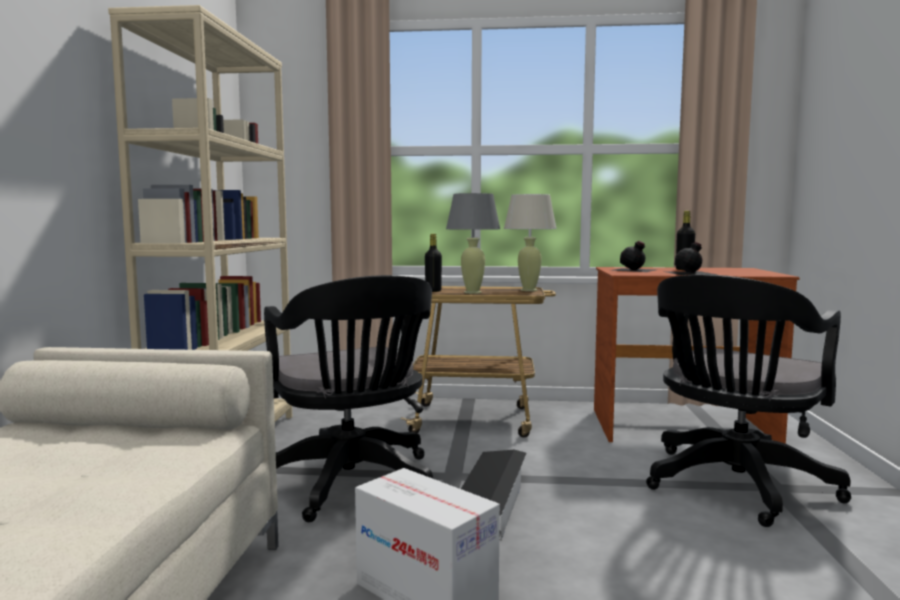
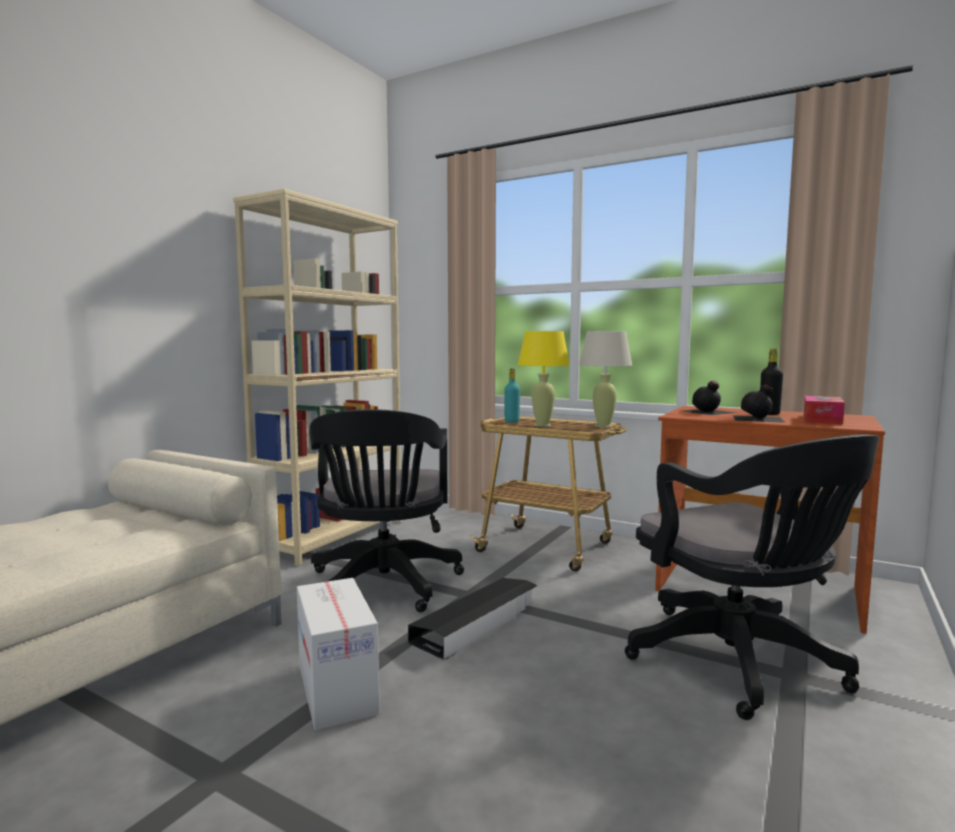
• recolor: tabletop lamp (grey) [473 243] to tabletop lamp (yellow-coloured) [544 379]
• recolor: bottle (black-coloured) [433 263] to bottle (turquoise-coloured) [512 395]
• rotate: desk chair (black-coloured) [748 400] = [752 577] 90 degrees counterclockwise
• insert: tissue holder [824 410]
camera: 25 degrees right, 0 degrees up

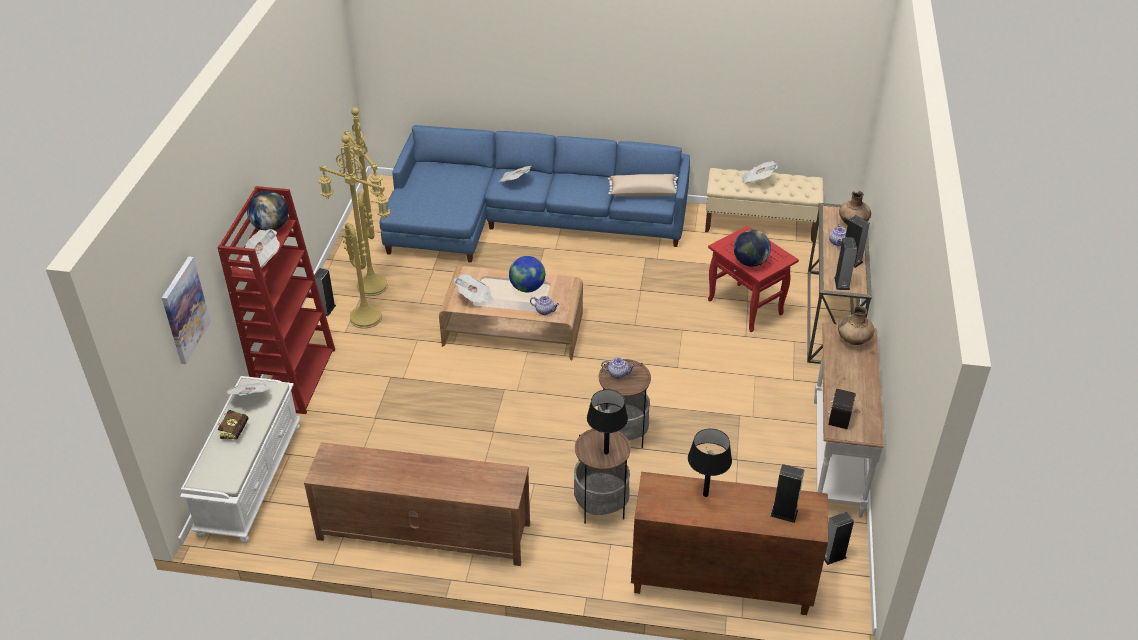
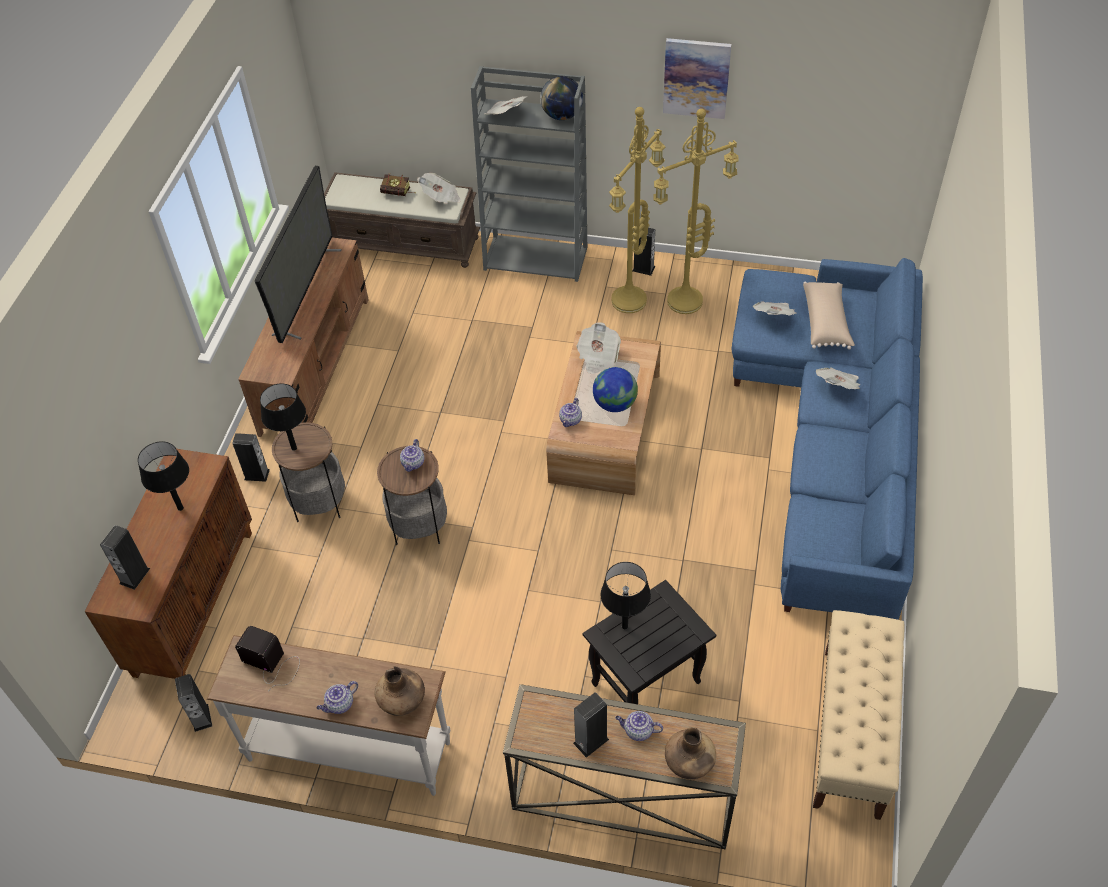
• move: daily paper [759 172] to [775 308]
• move: throw pillow (sand-coloured) [643 185] to [829 315]
• recolor: shelving unit (red-coloured) [276 300] to shelving unit (grey) [529 174]
• recolor: accent table (red-coloured) [753 279] to accent table (black-coloured) [649 642]
• replace: desk globe [752 248] to tabletop lamp (black-coloured) [626 595]
• move: loudspeaker [845 264] to [251 457]
• move: wall art [186 310] to [697 78]
• recolor: long seat (white) [240 459] to long seat (brown-coloured) [402 220]
• insert: TV set [298 254]
• insert: tea pot [337 697]
camera: 95 degrees right, 10 degrees up

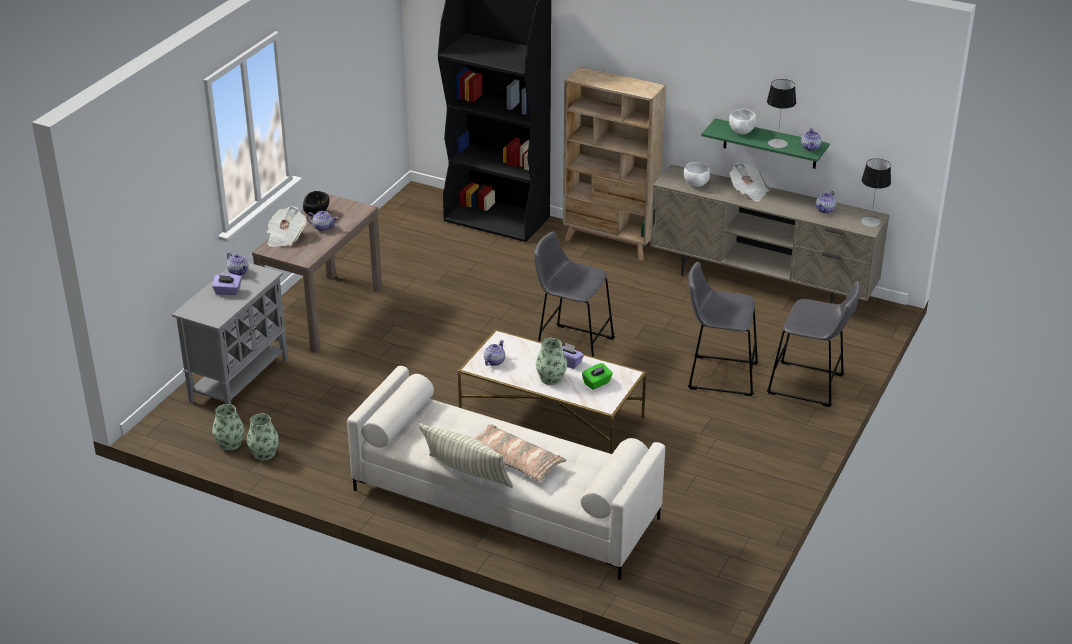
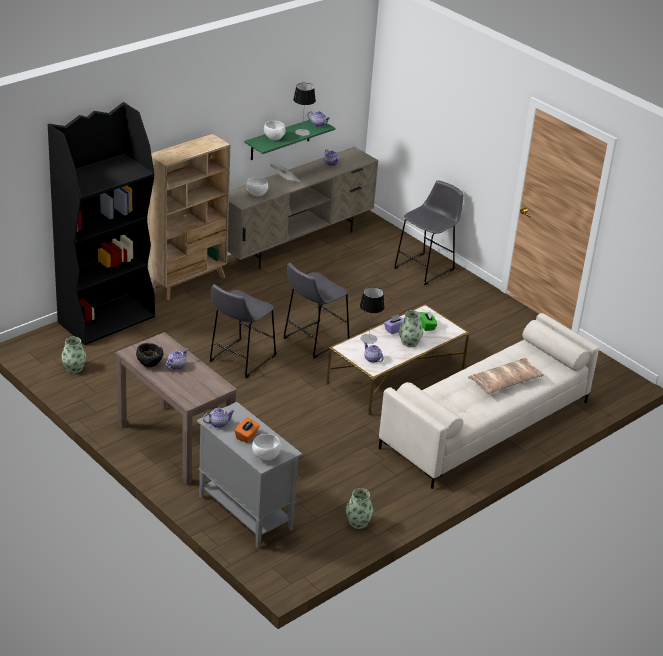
• move: tabletop lamp [876 192] to [372 315]
• delete: daily paper [287 226]
• move: sitting stool (grey) [723 329] to [242 331]
• recolor: tissue holder (purplish) [227 284] to tissue holder (orange-coloured) [247 430]
• move: flower vase [228 427] to [73 355]
• delete: throw pillow [466 455]
• insert: deep dish (white) [266 447]
camera: 70 degrees left, 0 degrees up

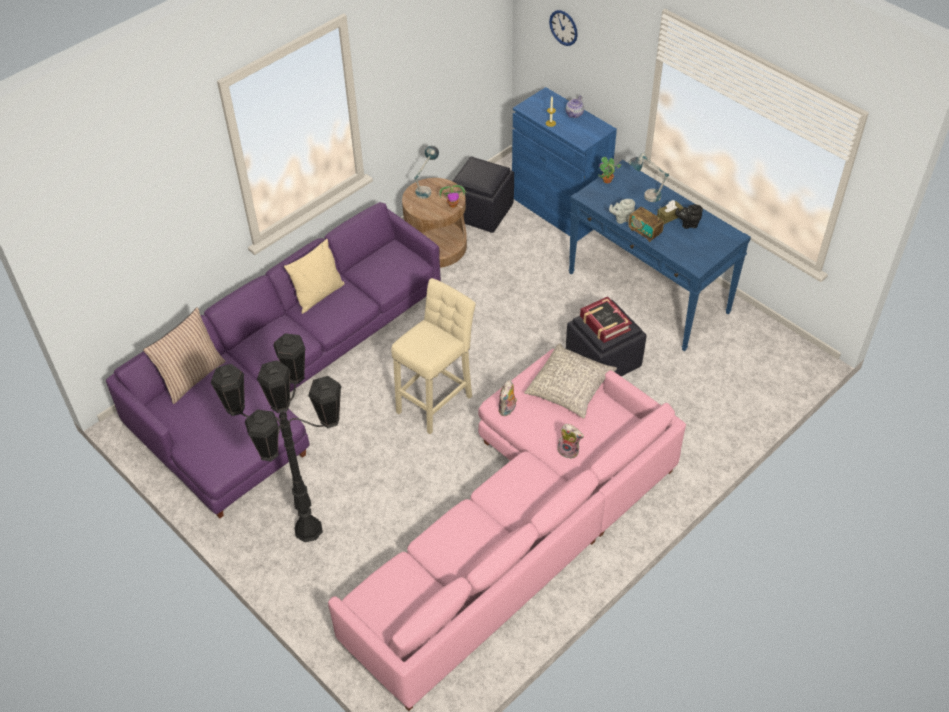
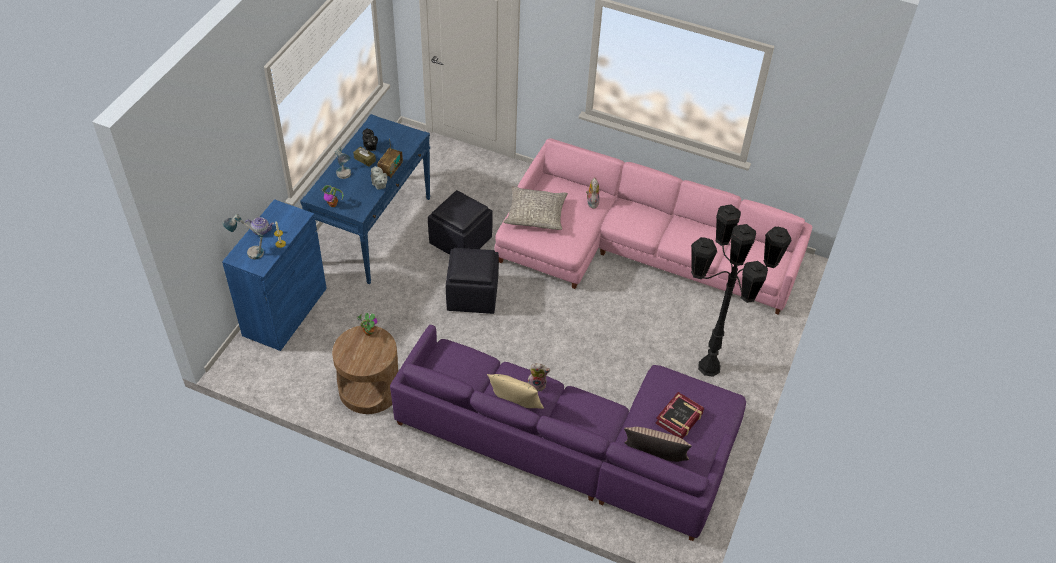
• delete: clock on the wall [563 28]
• move: tabletop lamp [426 172] to [243 236]
• move: ottoman (black-coloured) [483 195] to [472 281]
• delete: sitting stool (sand-coloured) [433 356]
• move: volume [606 320] to [679 415]
• move: soft toy [507 398] to [539 377]
camera: 115 degrees left, 0 degrees up

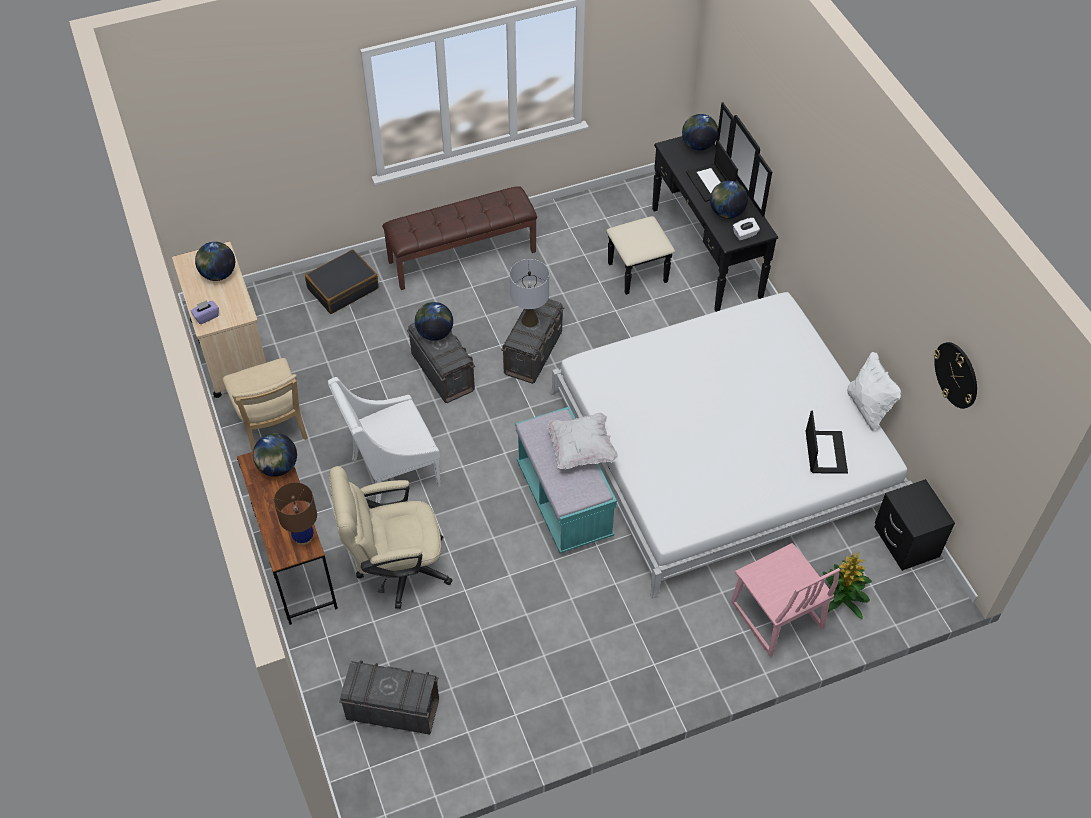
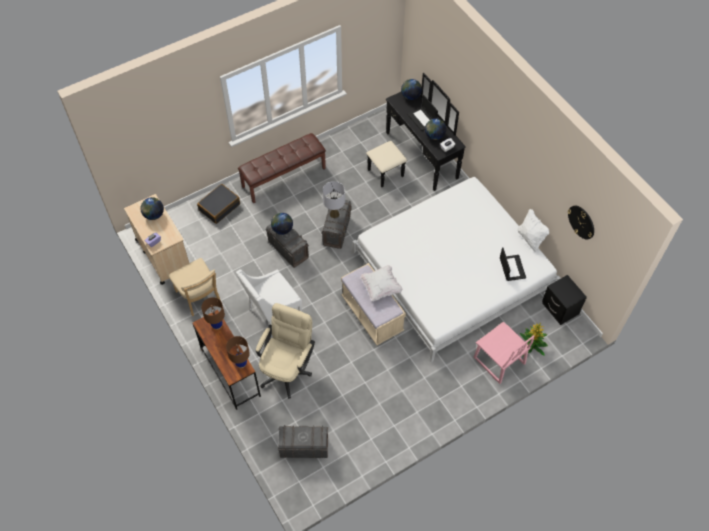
• recolor: long seat (turquoise-coloured) [566 480] to long seat (sand-coloured) [373 304]
• replace: desk globe [275 455] to tabletop lamp (brown-coloured) [213 313]
• rotate: desk chair (sand-coloured) [391 537] = [285 351] 135 degrees clockwise
camera: 10 degrees left, 5 degrees up

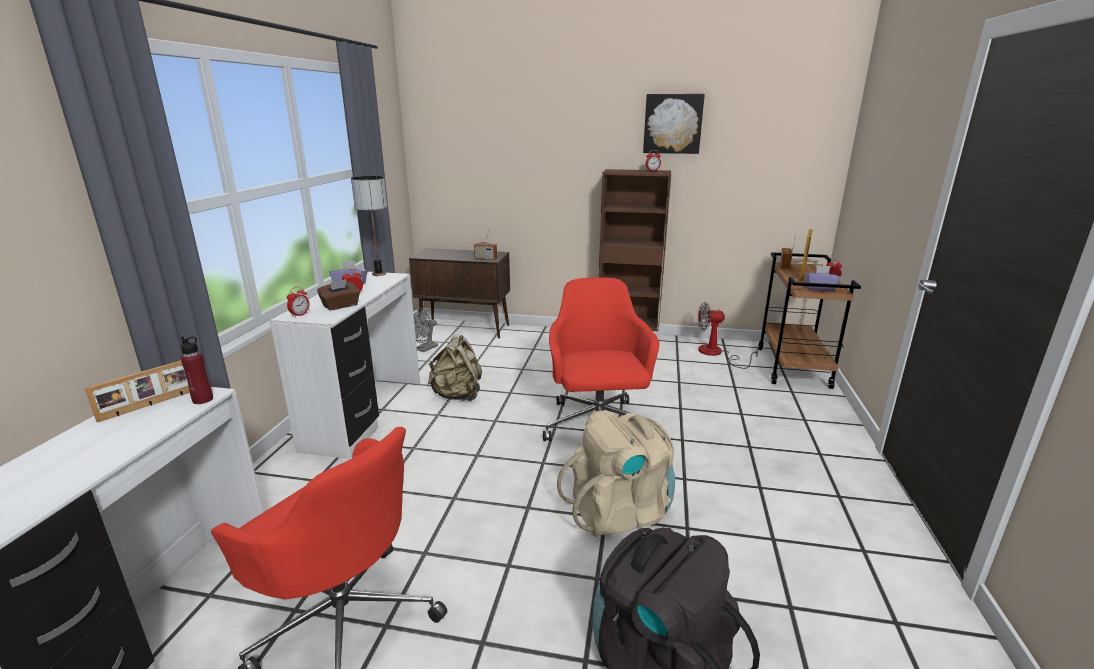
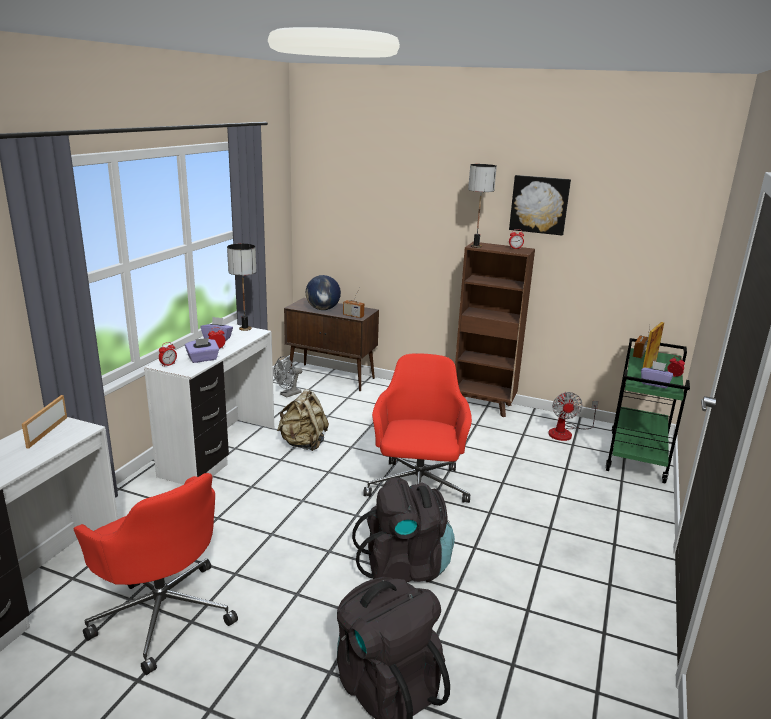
• recolor: wheeled cart (brown-coloured) [809 320] to wheeled cart (greenish) [648 411]
• recolor: tissue holder (brown-coloured) [338 294] to tissue holder (purplish) [202 350]
• rotate: cooling fan [728 335] = [573 416] 105 degrees counterclockwise
• delete: bottle (red-coloured) [197 370]
• rotate: picture frame [137 392] = [44 421] 135 degrees clockwise
• recolor: rucksack (sand-coloured) [616 474] to rucksack (black-coloured) [403 529]
• insert: tabletop lamp [482 206]
• insert: desk globe [323 292]
camera: 10 degrees right, 0 degrees up

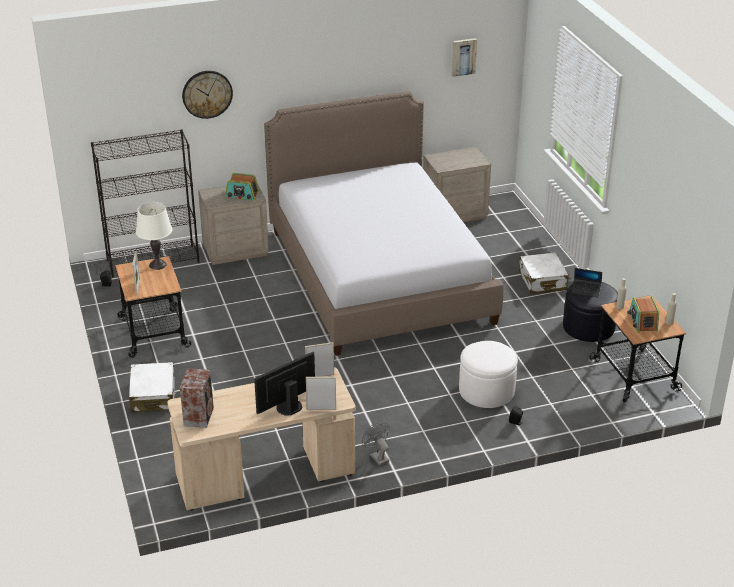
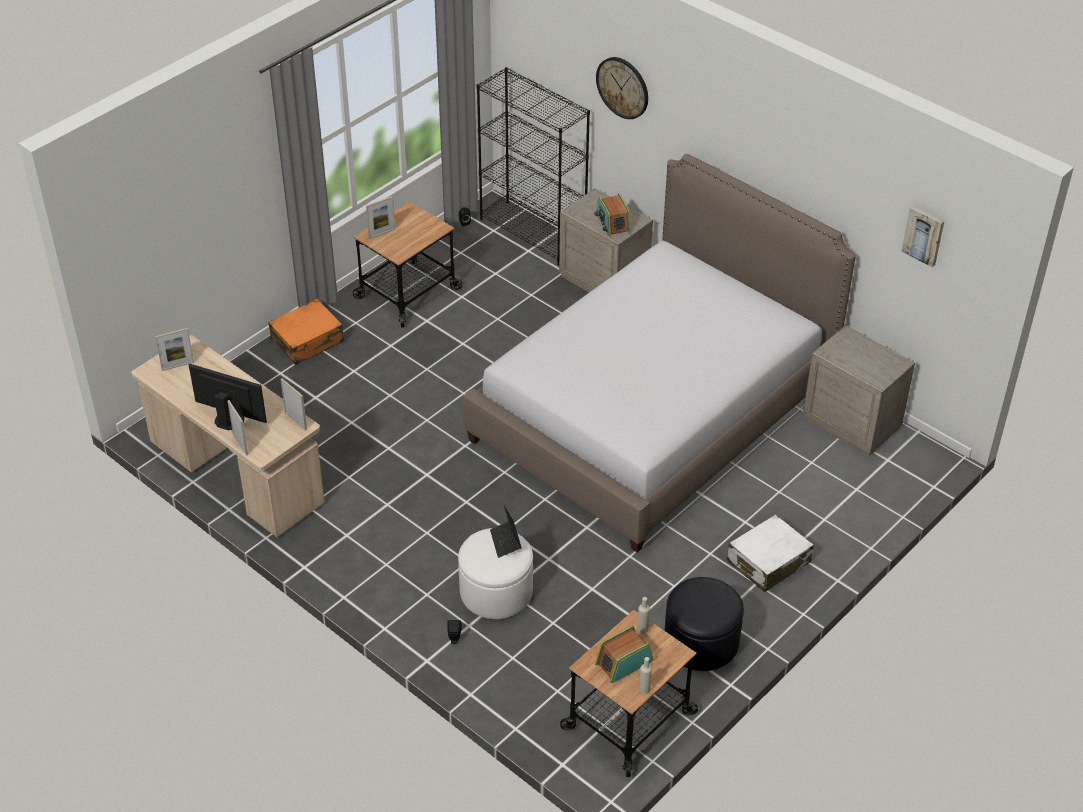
• delete: tabletop lamp (white) [154 236]
• move: portable computer [586 282] to [506 532]
• recolor: travel case (white) [152 387] to travel case (orange-coloured) [306 332]
• replace: loudspeaker [197 398] to picture frame [174 349]
• delete: cooling fan (grey) [375 444]
camera: 60 degrees right, 10 degrees up

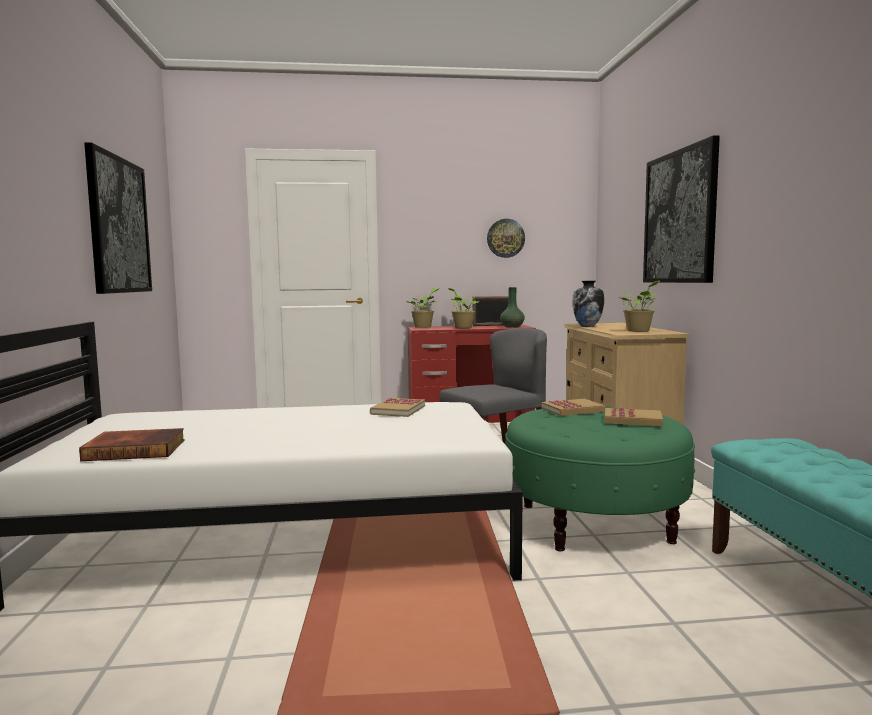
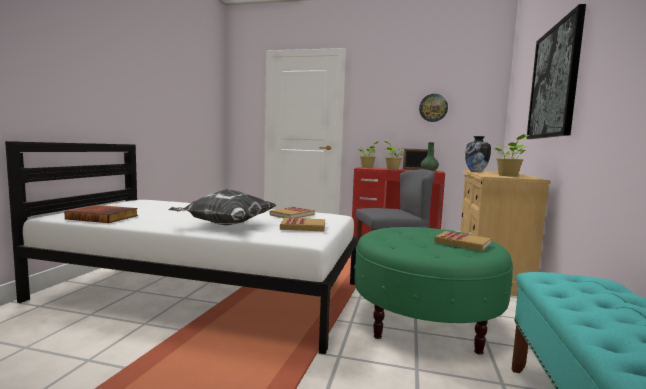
• delete: wall art [118 218]
• move: volume [573 407] to [302 224]
• insert: throw pillow [222 207]
camera: 20 degrees right, 0 degrees up

